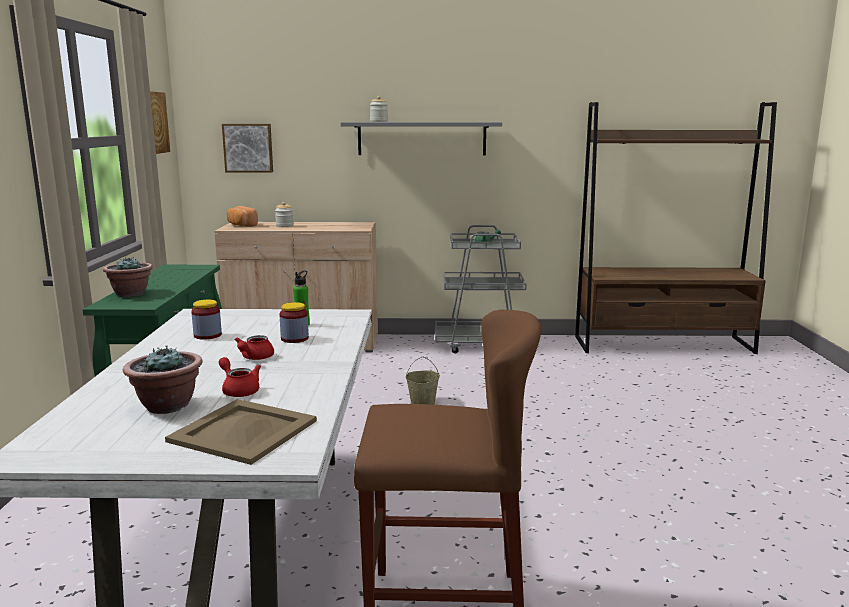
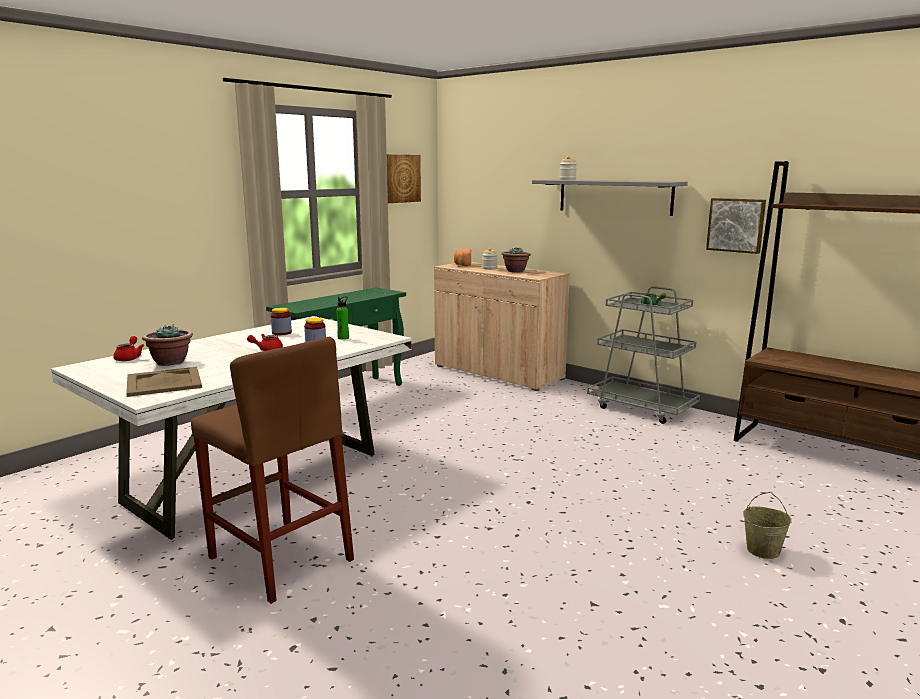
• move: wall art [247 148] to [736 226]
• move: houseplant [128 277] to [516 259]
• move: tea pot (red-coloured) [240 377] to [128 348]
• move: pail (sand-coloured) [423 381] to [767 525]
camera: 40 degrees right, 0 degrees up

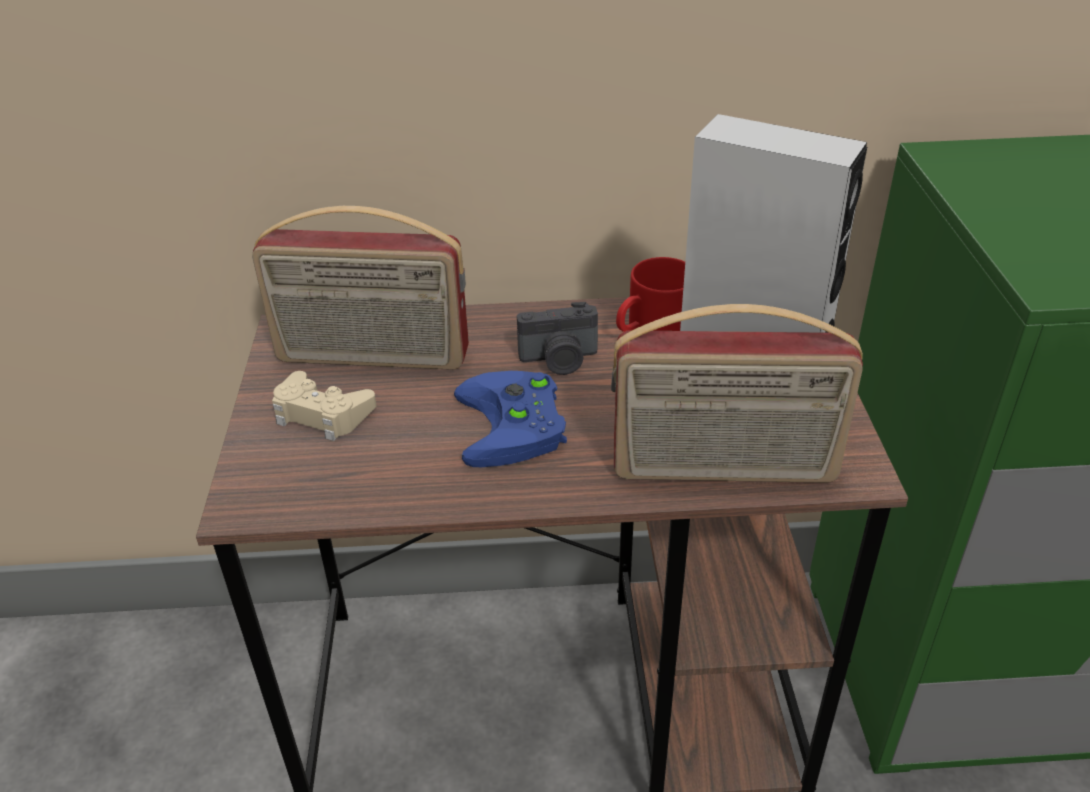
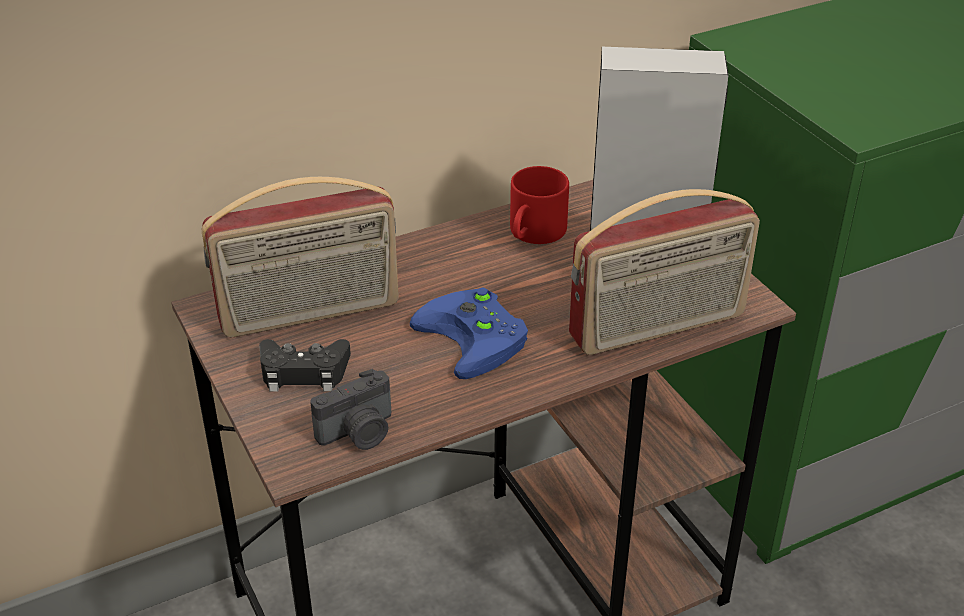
• move: still camera [557 338] to [350 409]
• recolor: gamepad (sand-coloured) [324 406] to gamepad (black-coloured) [305 365]
camera: 25 degrees left, 0 degrees up

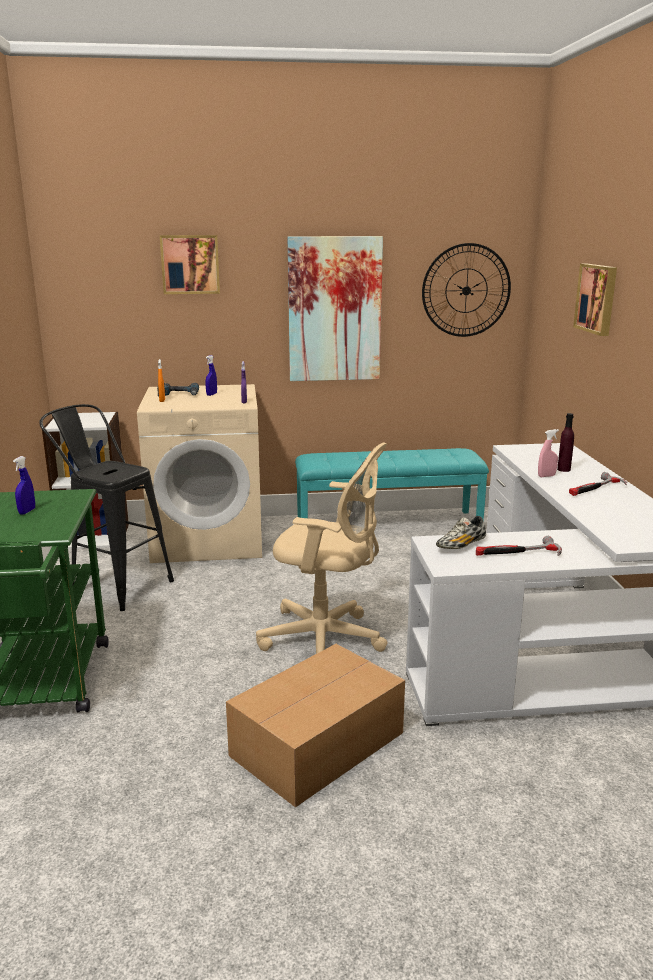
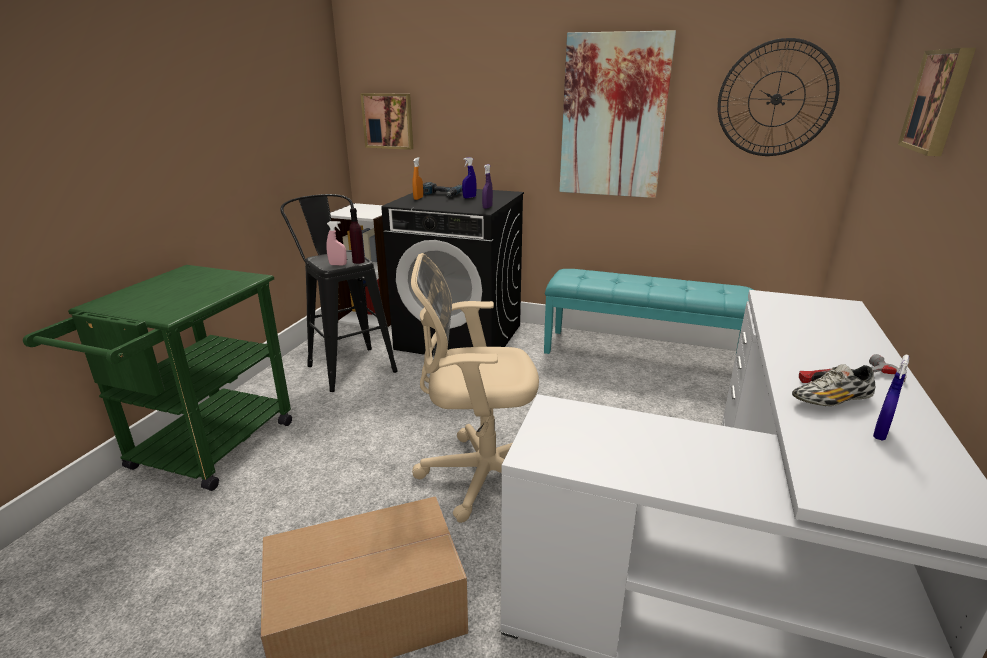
• move: wall art [190 264] to [386 121]
• recolor: laundry machine (sand-coloured) [199 473] to laundry machine (black-coloured) [452 272]
• move: bottle (purplish) [565 442] to [357 236]
• move: sprayer (pinkish) [548 453] to [336 243]
• rotate: desk chair (sand-coloured) [322 548] = [475 388] 135 degrees clockwise
• move: sprayer (bluish) [24 485] to [891 397]
• move: item of footwear [461 532] to [833 385]
• delete: hammer [519 546]
camera: 25 degrees right, 5 degrees up

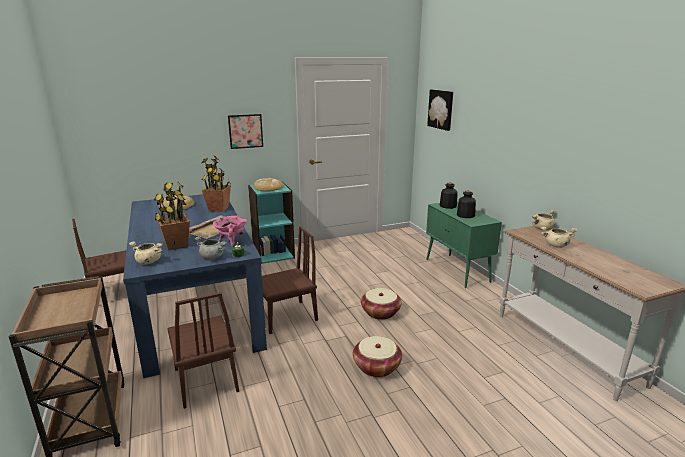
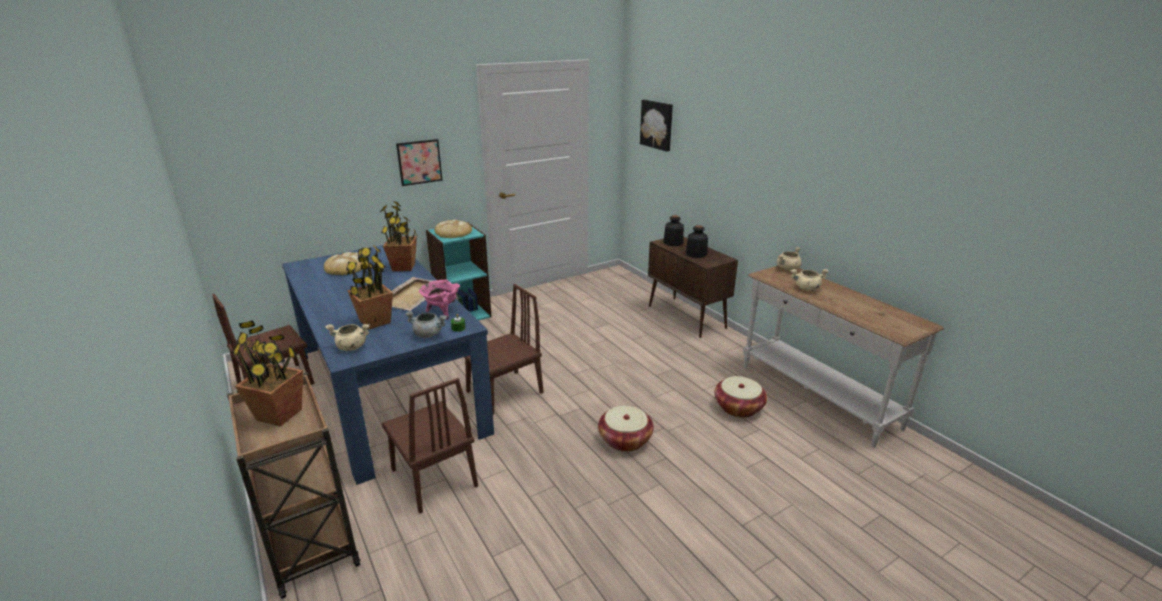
• recolor: cabinet (greenish) [464 245] to cabinet (brown-coloured) [693 287]
• move: basket [381 304] to [740 397]
• insert: houseplant [267 373]
camera: 10 degrees left, 5 degrees up

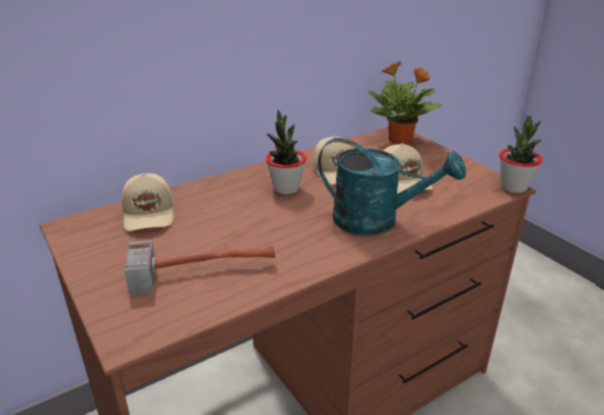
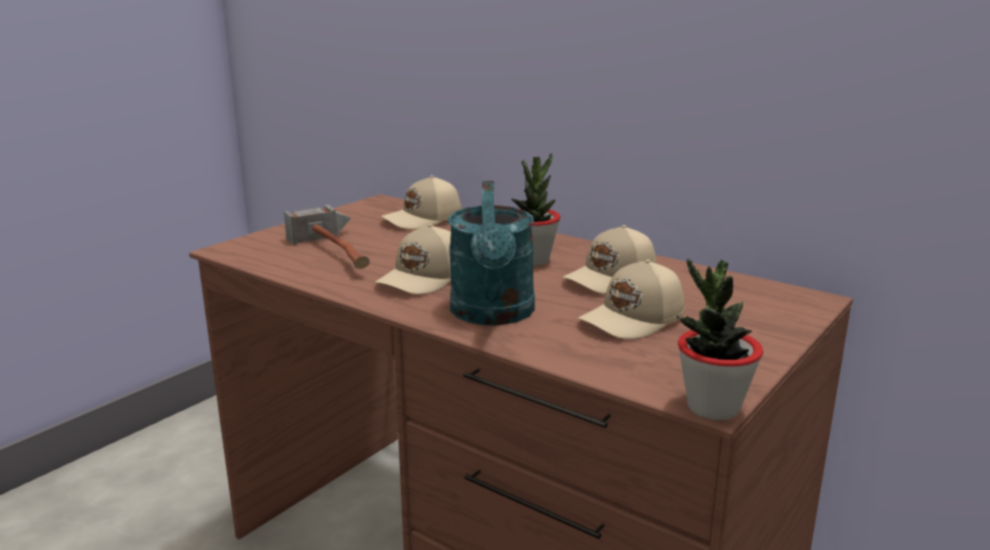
• delete: houseplant [405 102]
• insert: cap (sand-coloured) [413 259]
camera: 70 degrees right, 10 degrees down

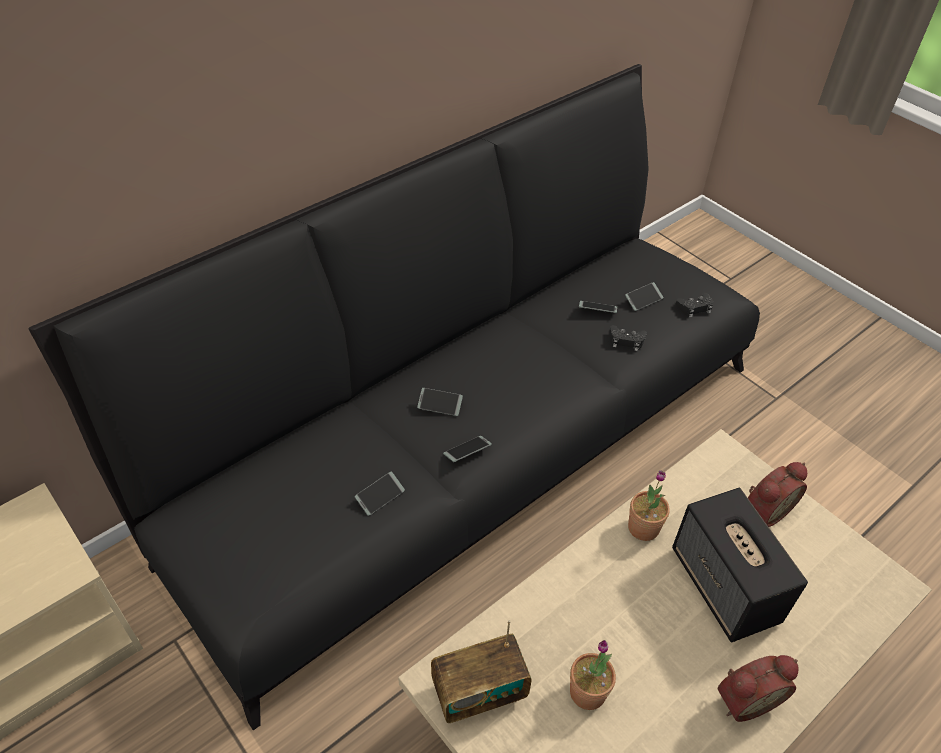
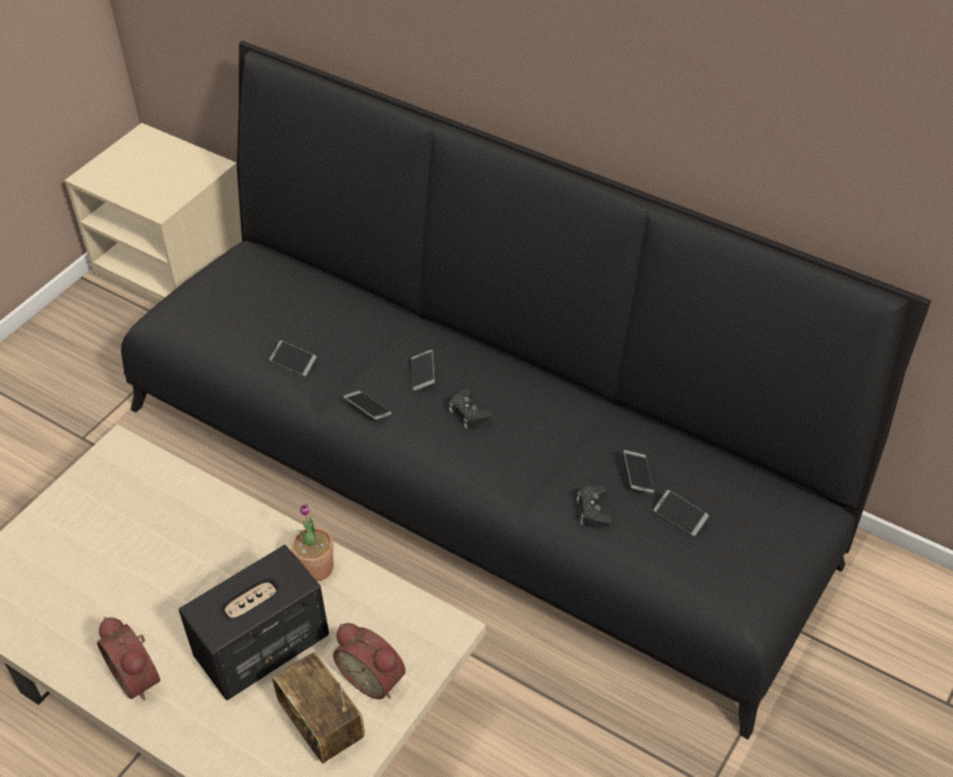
• move: gamepad (black-coloured) [694 305] to [470 408]
• move: radio receiver [481 671] to [318 708]
• delete: houseplant [593 675]
camera: 75 degrees right, 0 degrees up

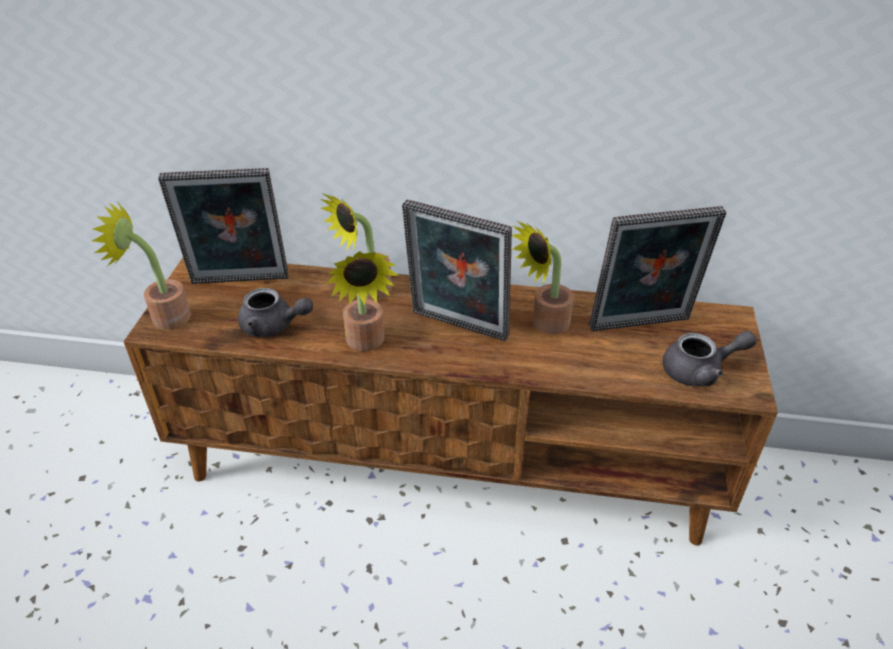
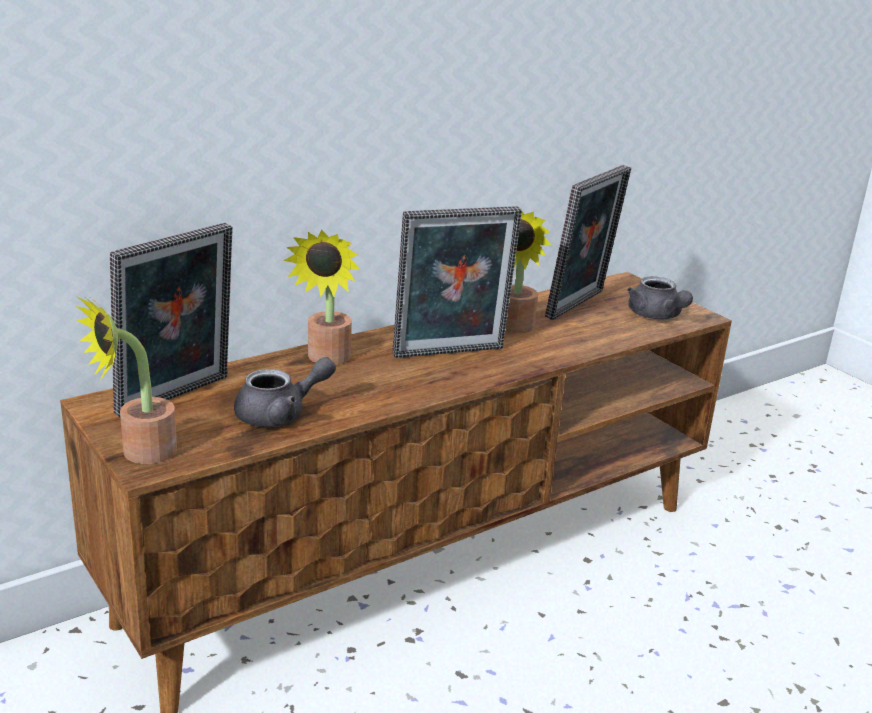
• delete: houseplant [363 301]
• rotate: tea pot (grey) [710 358] = [660 297] 120 degrees clockwise
camera: 45 degrees left, 15 degrees down

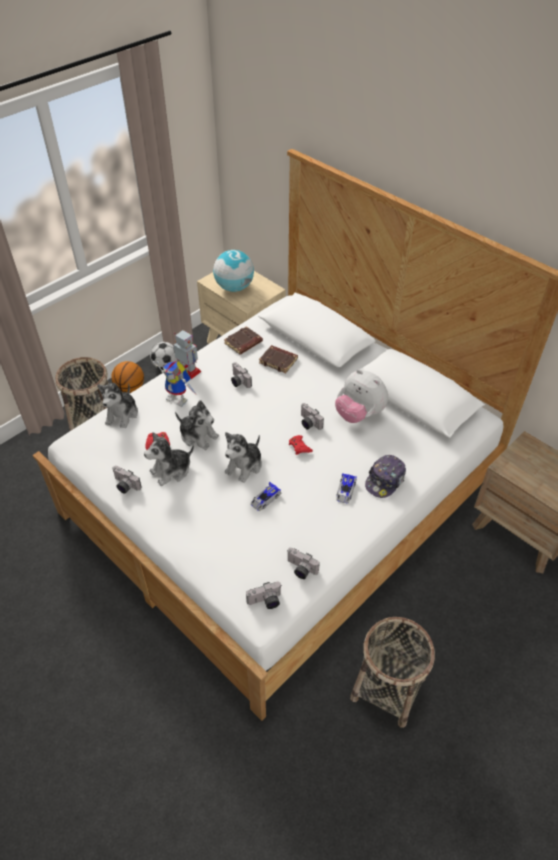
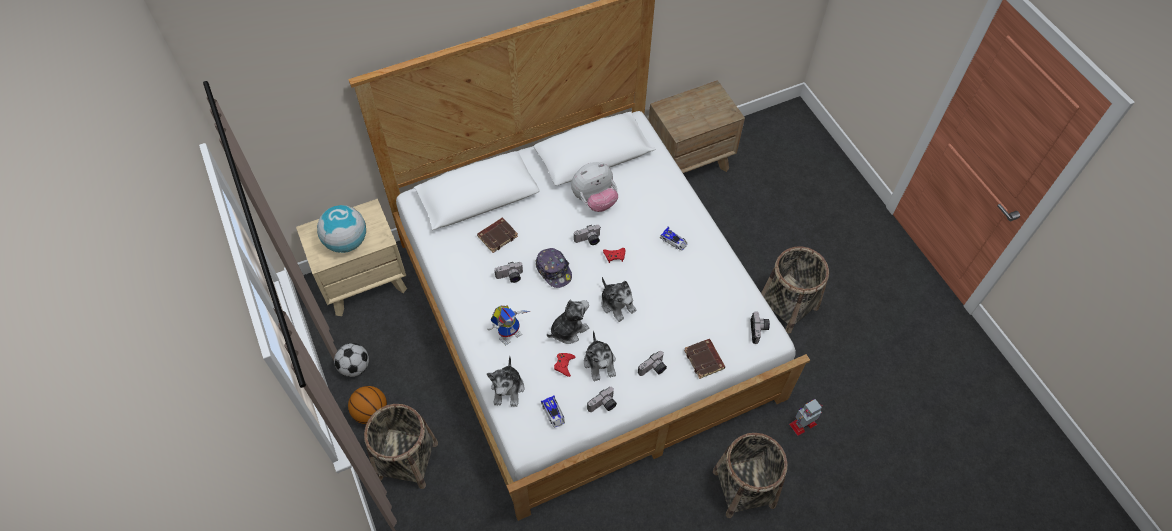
• move: volume (brown-coloured) [243 340] to [704 359]
• move: robot figure [188 354] to [806 417]
• rotate: soft toy [117 405] = [505 381] 60 degrees clockwise
• move: cap [385 476] to [554 268]
• move: model car [266 496] to [553 411]
• move: still camera [304 563] to [652 363]
• insert: basket [750 475]
camera: 70 degrees left, 10 degrees up

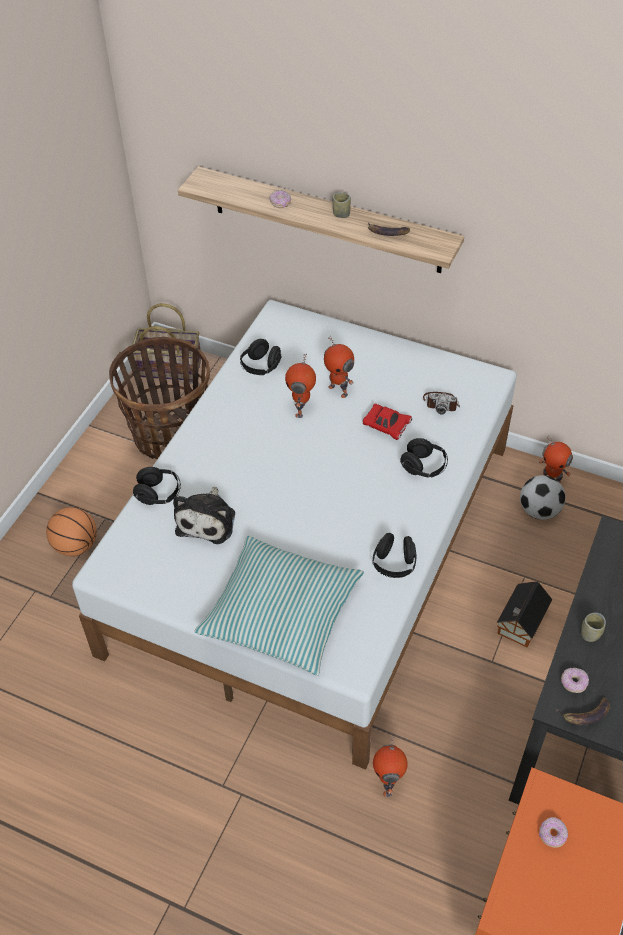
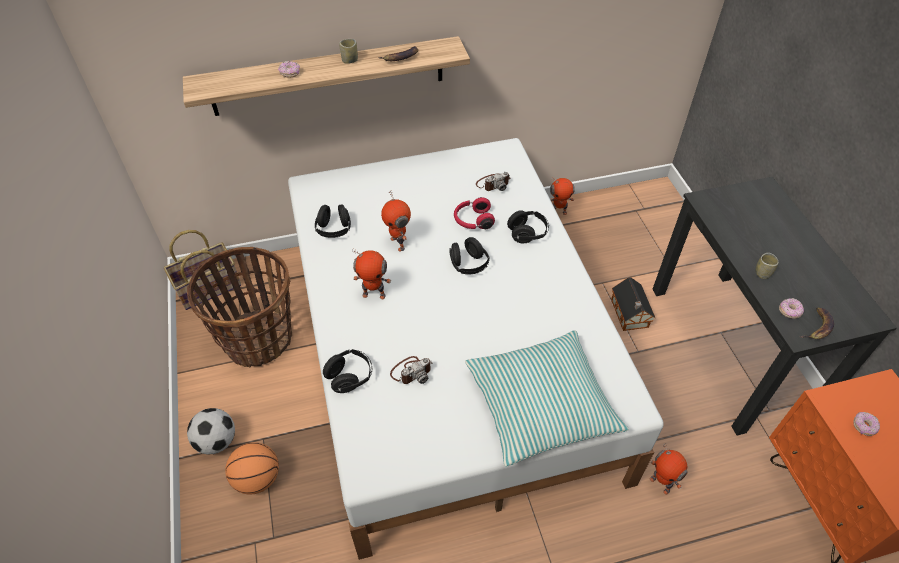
• move: robot figure [339 367] to [371 273]
• replace: model car (red-coloured) [387 422] to pair of headphones (red-coloured) [474 213]
• move: ball for football [543 497] to [211 431]
• replace: soft toy [204 515] to still camera [411 370]
• move: pair of headphones (black-coloured) [394 555] to [469 255]
camera: 40 degrees left, 0 degrees up

